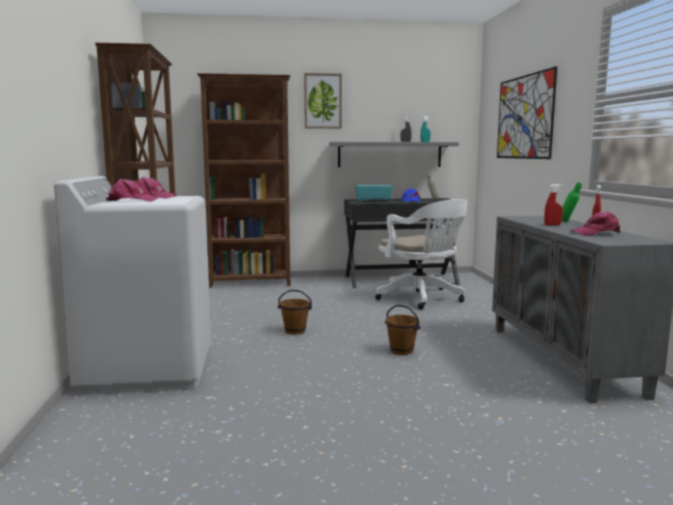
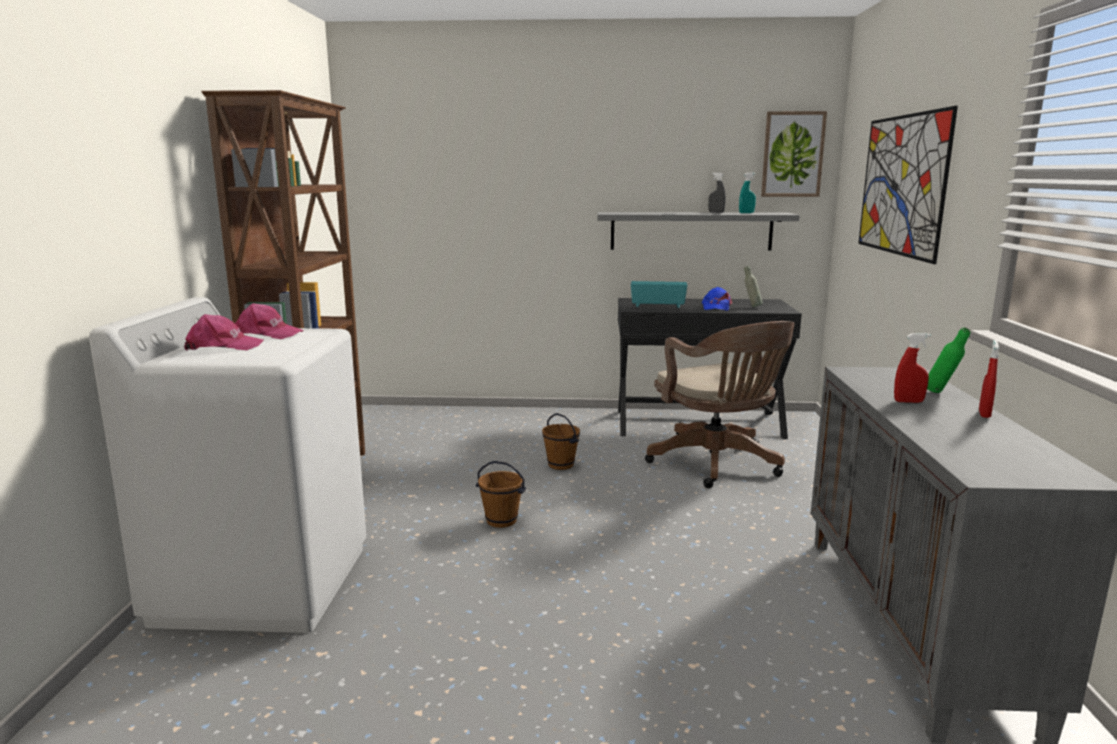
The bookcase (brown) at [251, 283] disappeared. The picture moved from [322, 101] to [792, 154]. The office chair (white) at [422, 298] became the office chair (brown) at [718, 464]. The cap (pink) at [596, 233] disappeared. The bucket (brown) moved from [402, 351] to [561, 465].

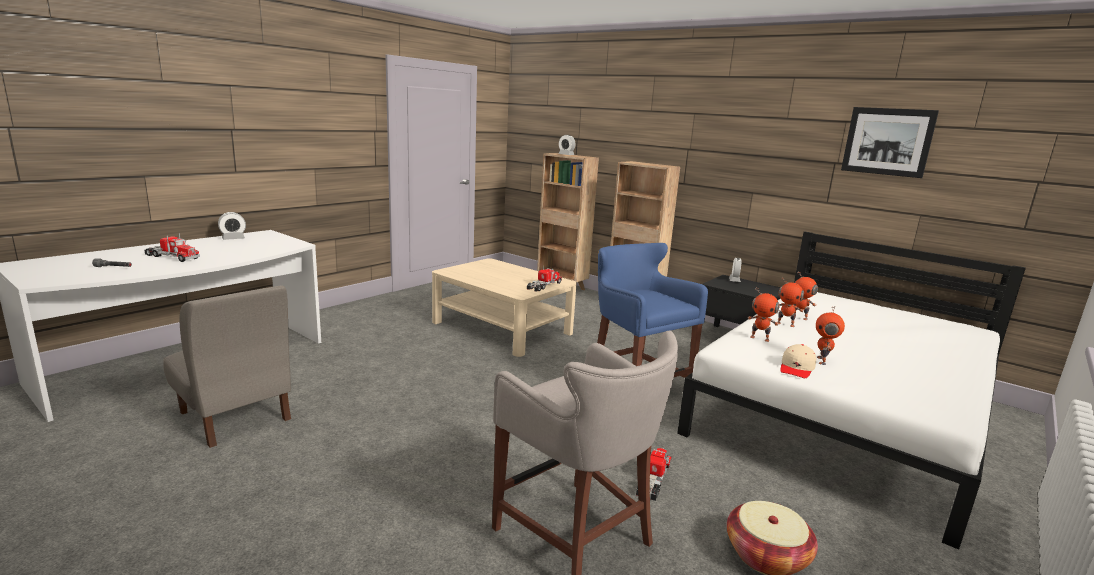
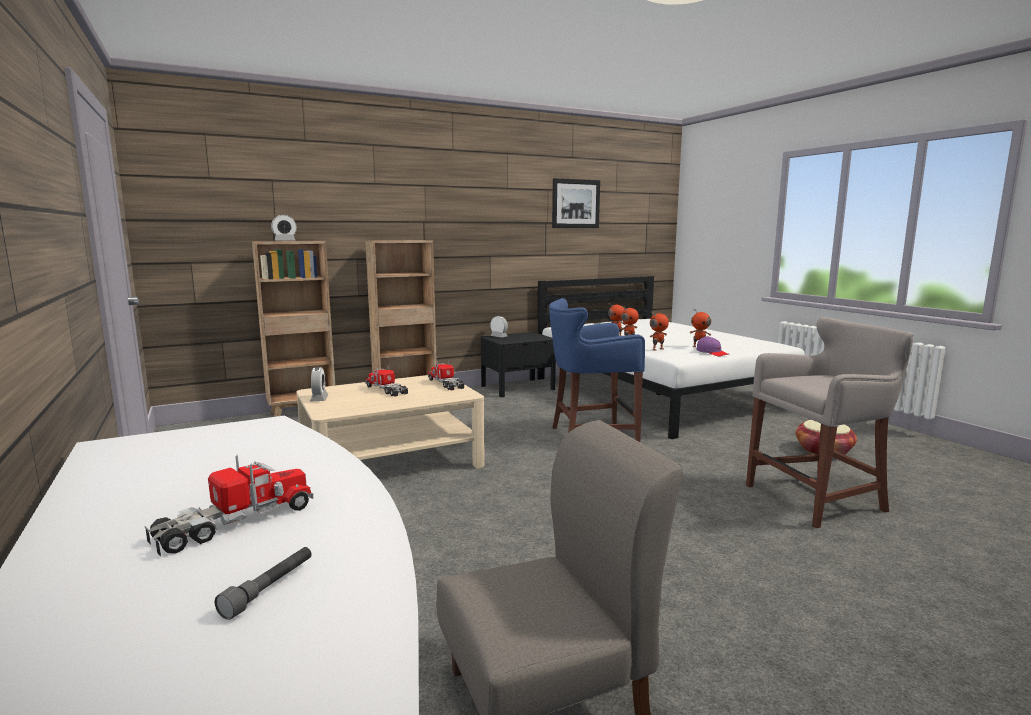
The alarm clock moved from [233, 238] to [319, 399]. The cap (beige) at [797, 368] became the cap (purple) at [712, 353]. The toy truck moved from [653, 479] to [386, 390].

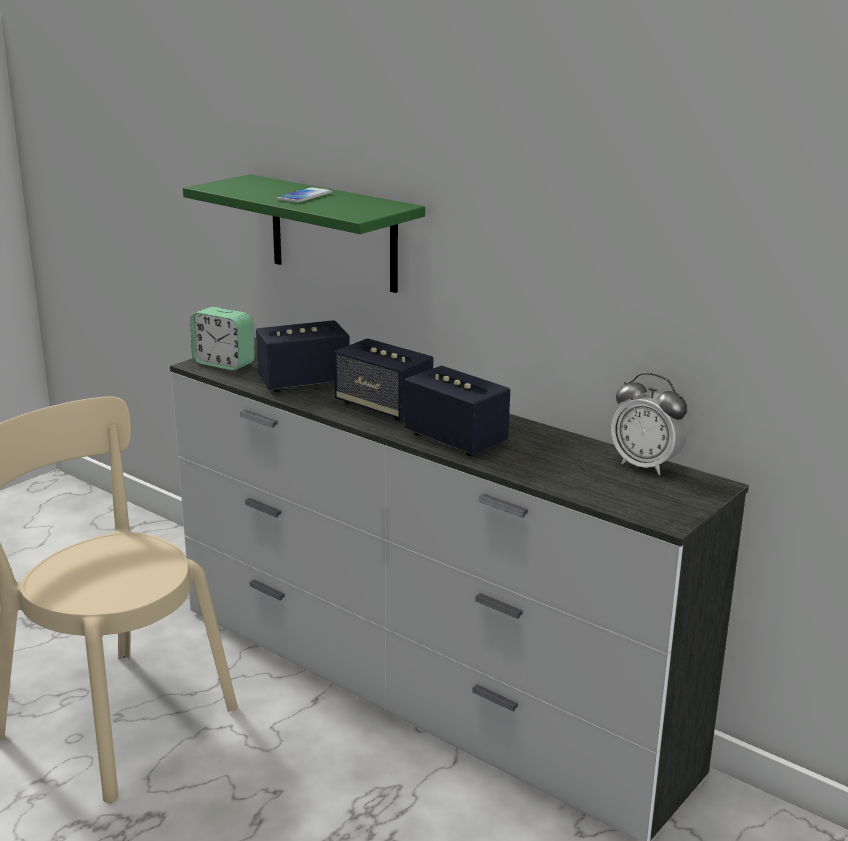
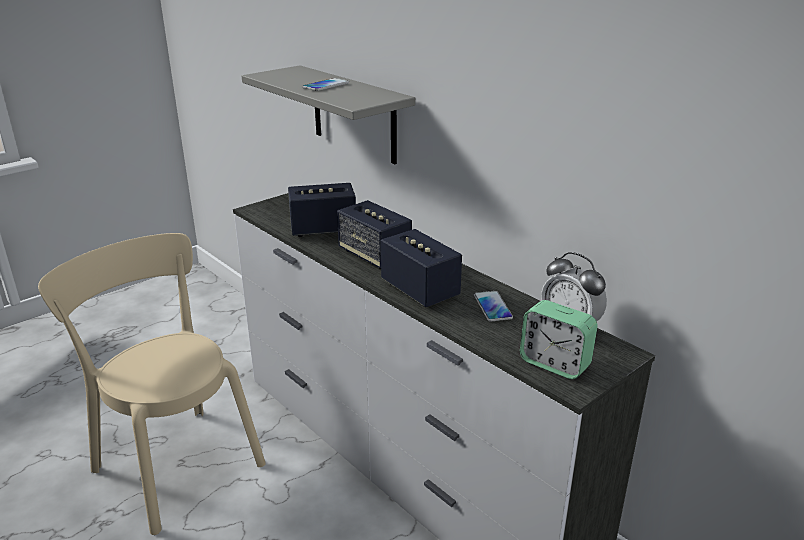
The shelf (green) at [333, 233] became the shelf (grey) at [354, 114]. The alarm clock moved from [224, 364] to [554, 364]. The phone at [492, 307] appeared.

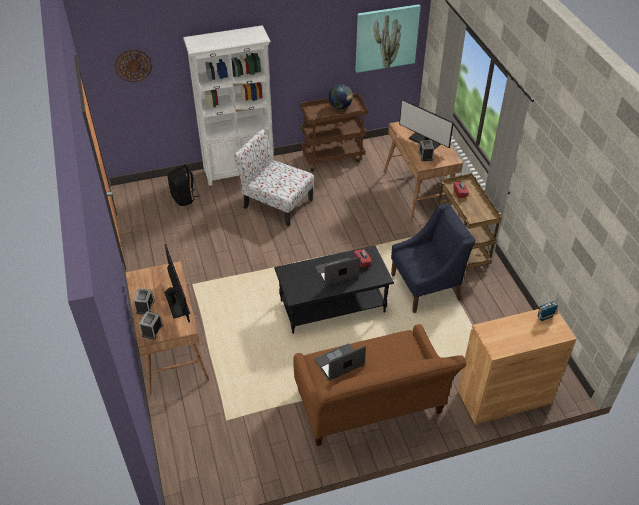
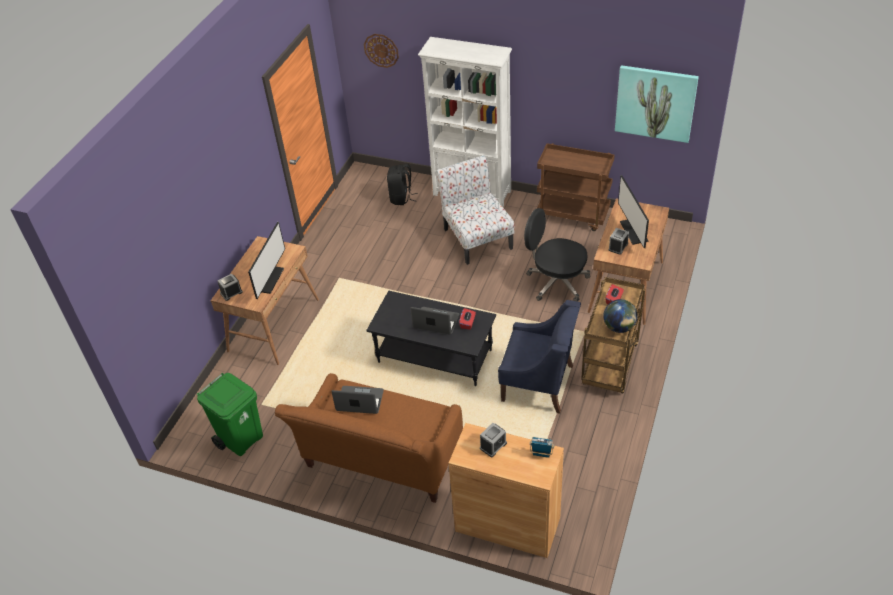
The globe moved from [340, 107] to [619, 327]. The alarm clock moved from [145, 306] to [493, 445]. The office chair (black) at [556, 282] appeared. The trash can (green) at [242, 439] appeared.

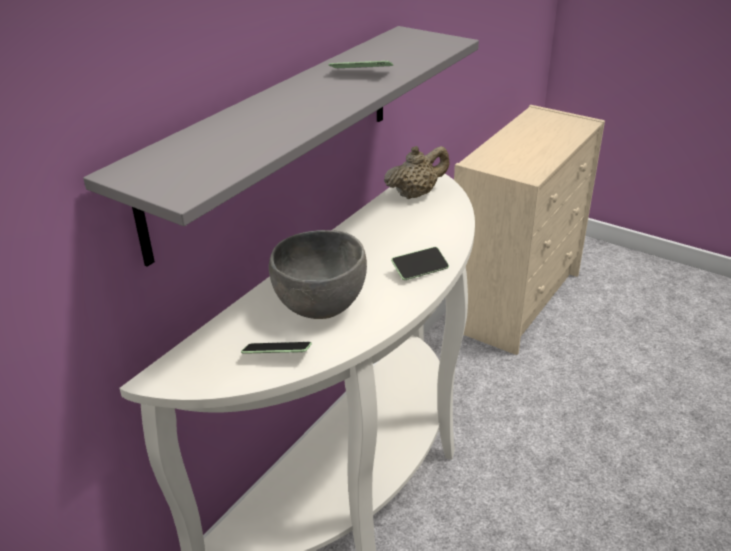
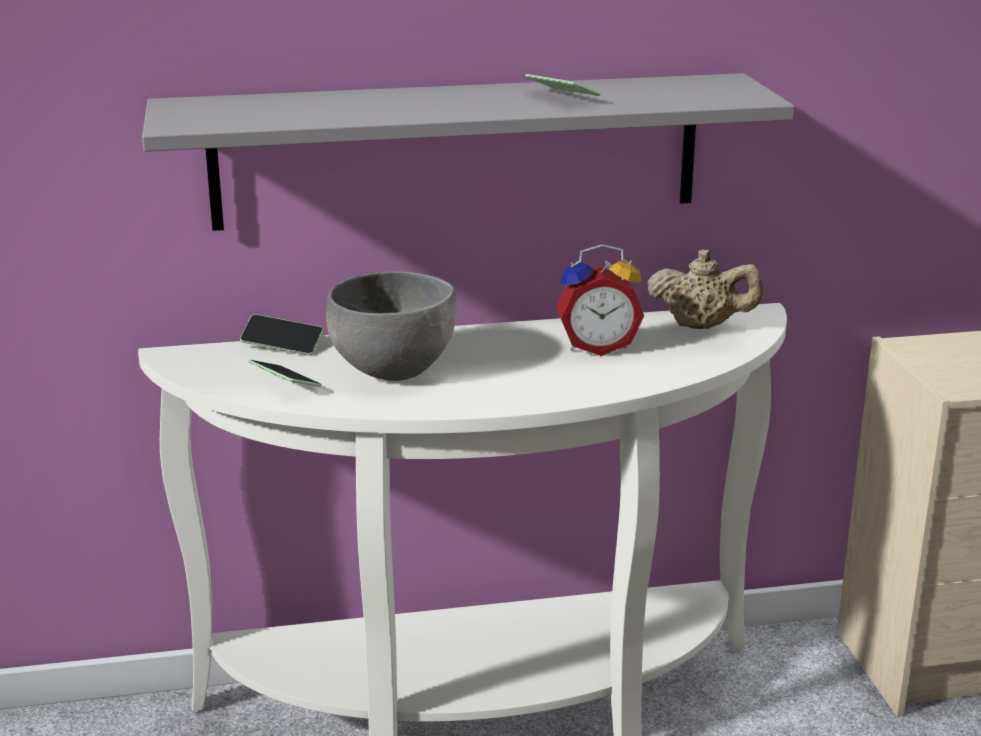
The phone moved from [420, 270] to [282, 345]. The alarm clock at [597, 347] appeared.

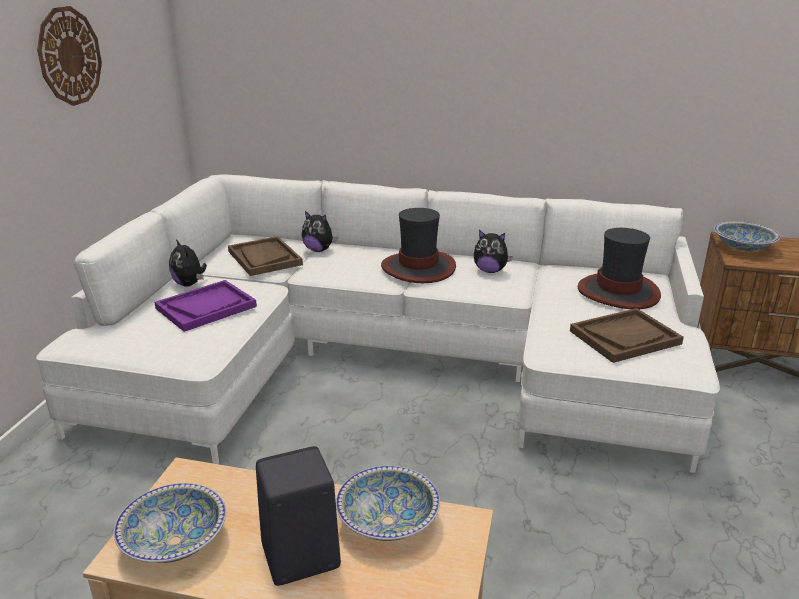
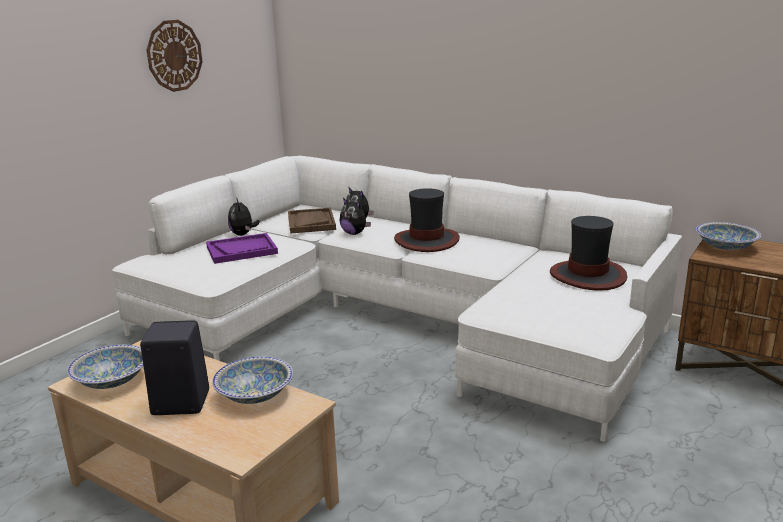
The plush toy moved from [490, 271] to [354, 233]. The tray (brown) at [625, 337] disappeared.

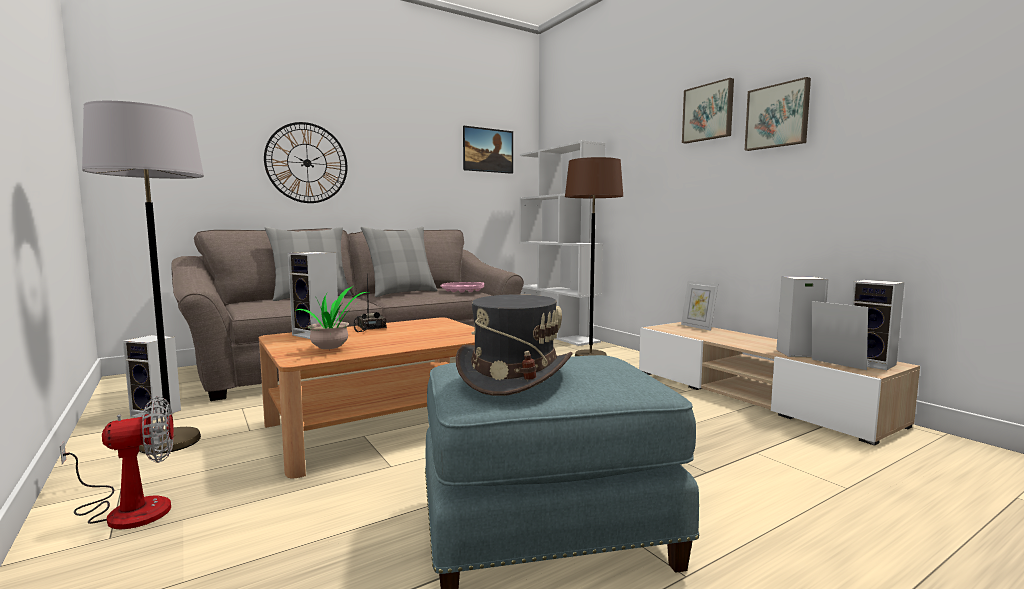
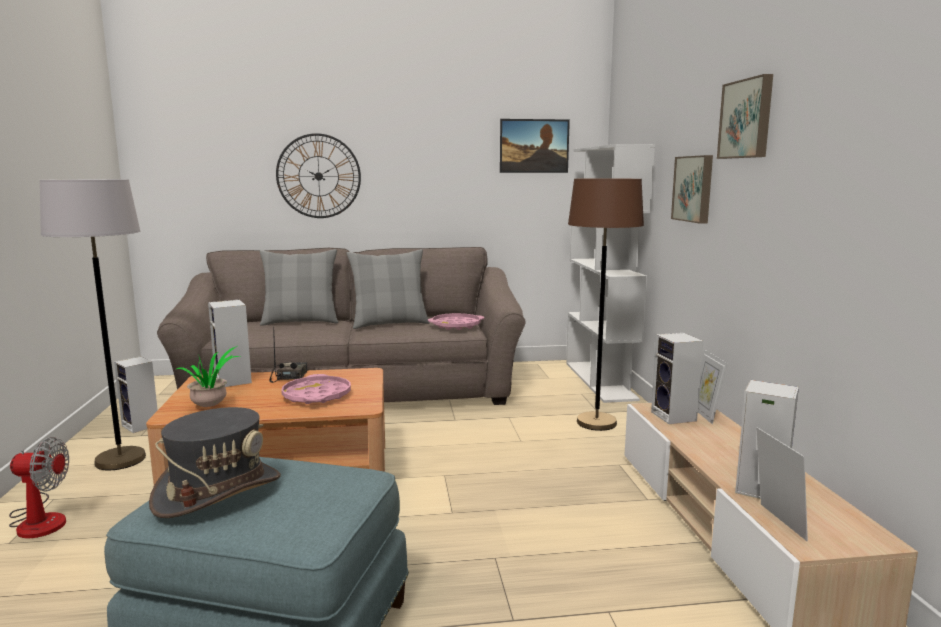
The picture moved from [778, 116] to [694, 189]. The speaker moved from [873, 364] to [675, 417]. The tray (pink) at [316, 396] appeared.

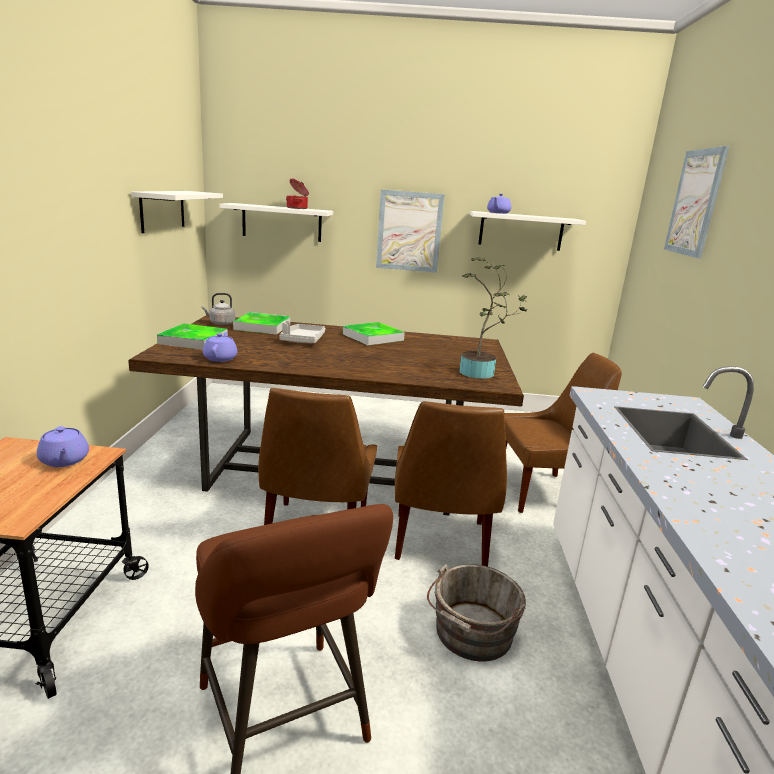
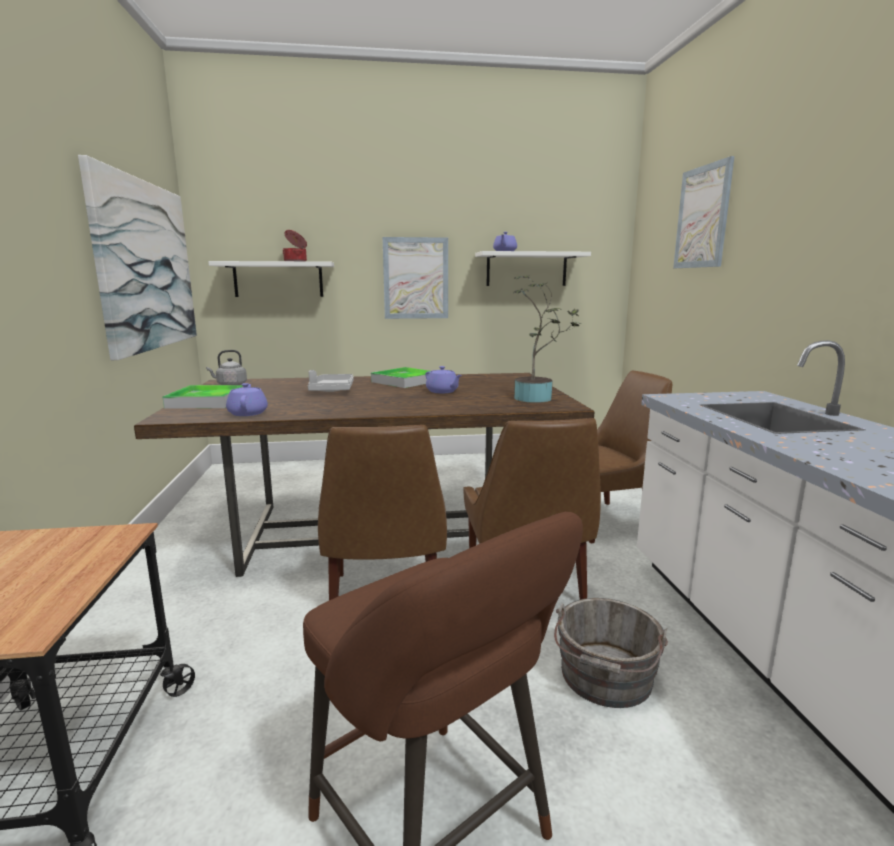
The shelf (white) at [162, 210] was replaced by the picture at [147, 265]. The tray at [262, 327] disappeared. The teapot (purple) moved from [64, 460] to [442, 391].

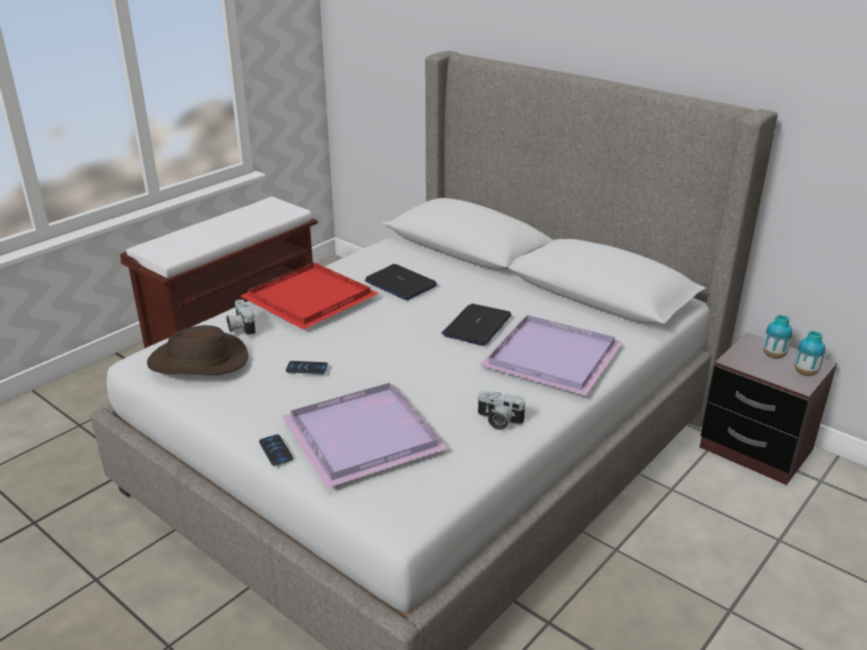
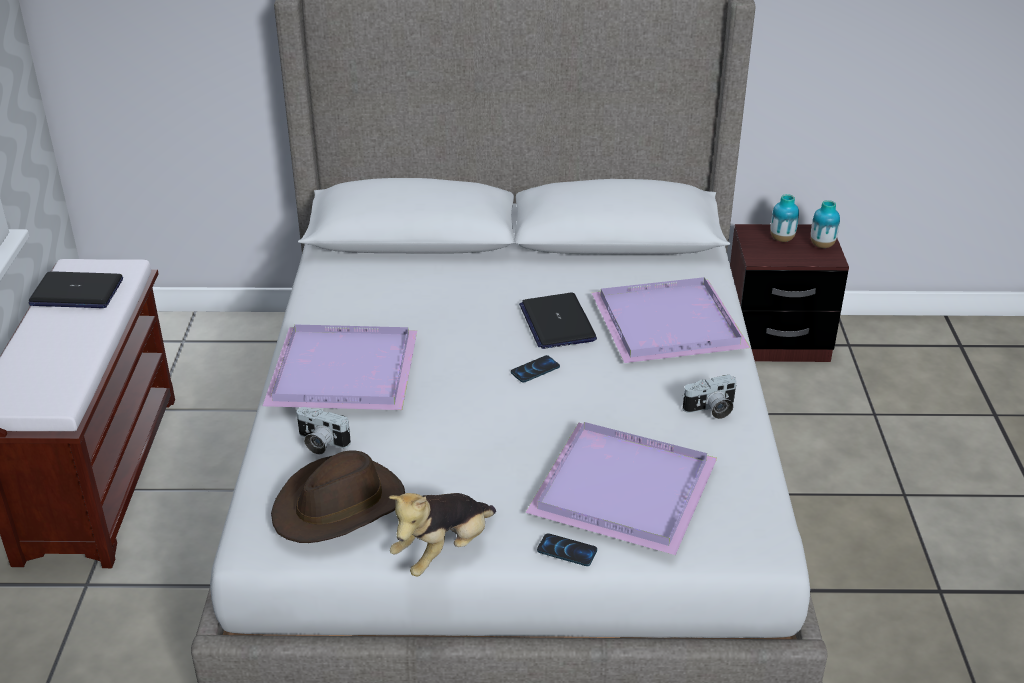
The tray (red) at [309, 300] became the tray (purple) at [345, 373]. The laptop moved from [400, 284] to [76, 292]. The phone moved from [307, 368] to [535, 370]. The plush toy at [443, 551] appeared.

